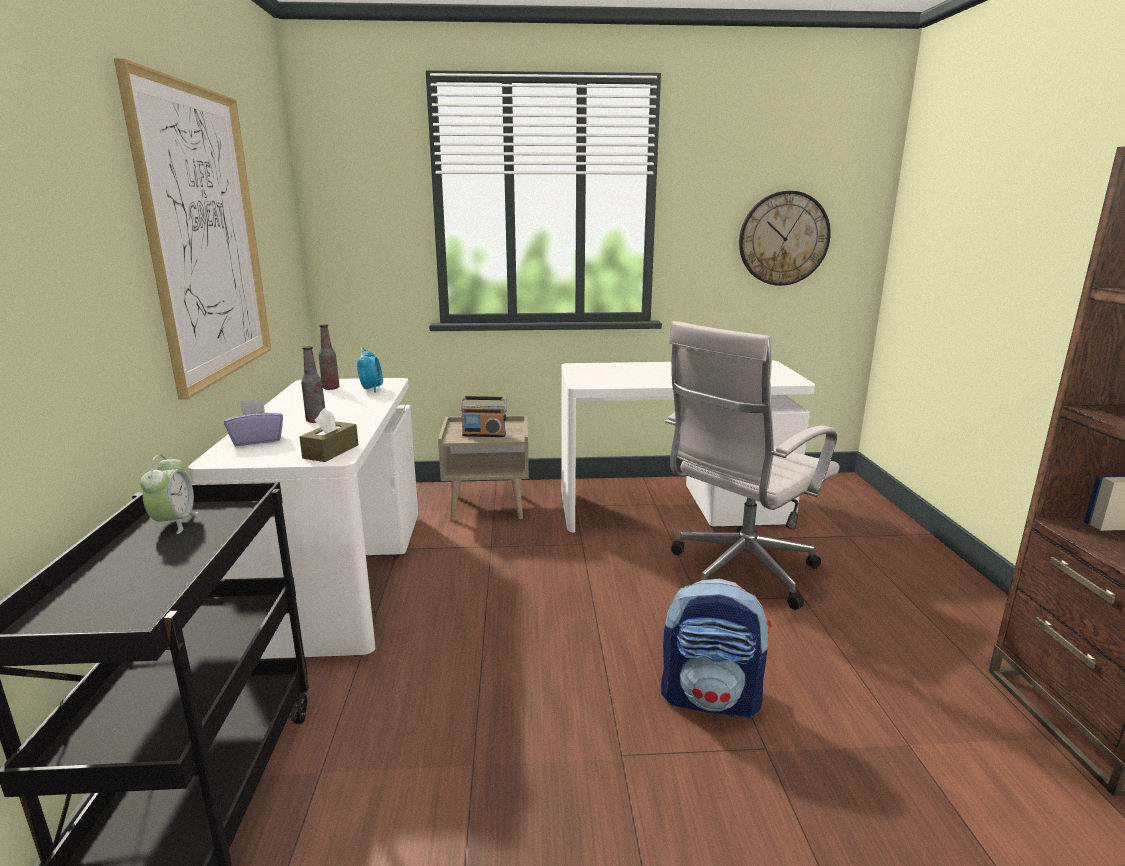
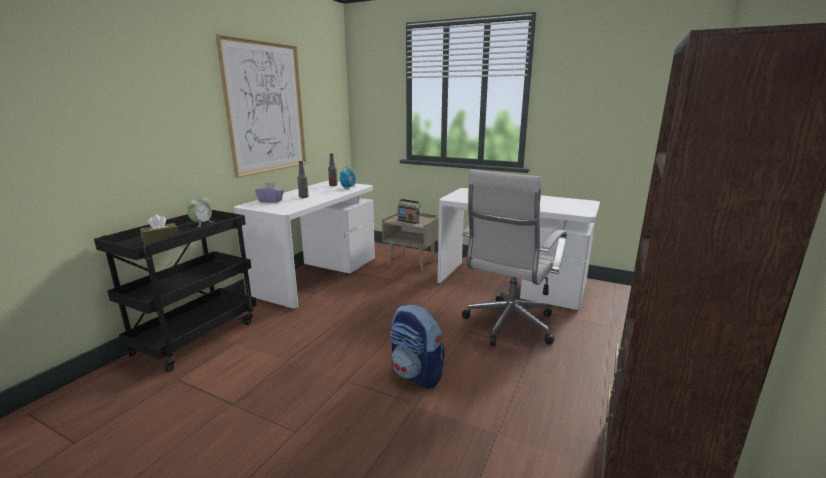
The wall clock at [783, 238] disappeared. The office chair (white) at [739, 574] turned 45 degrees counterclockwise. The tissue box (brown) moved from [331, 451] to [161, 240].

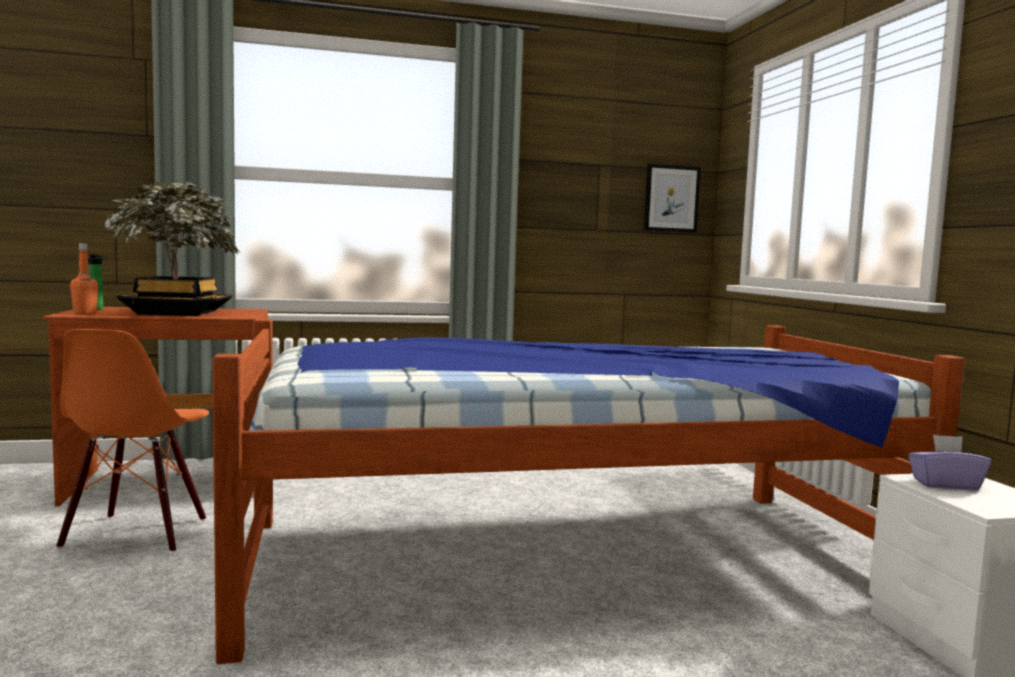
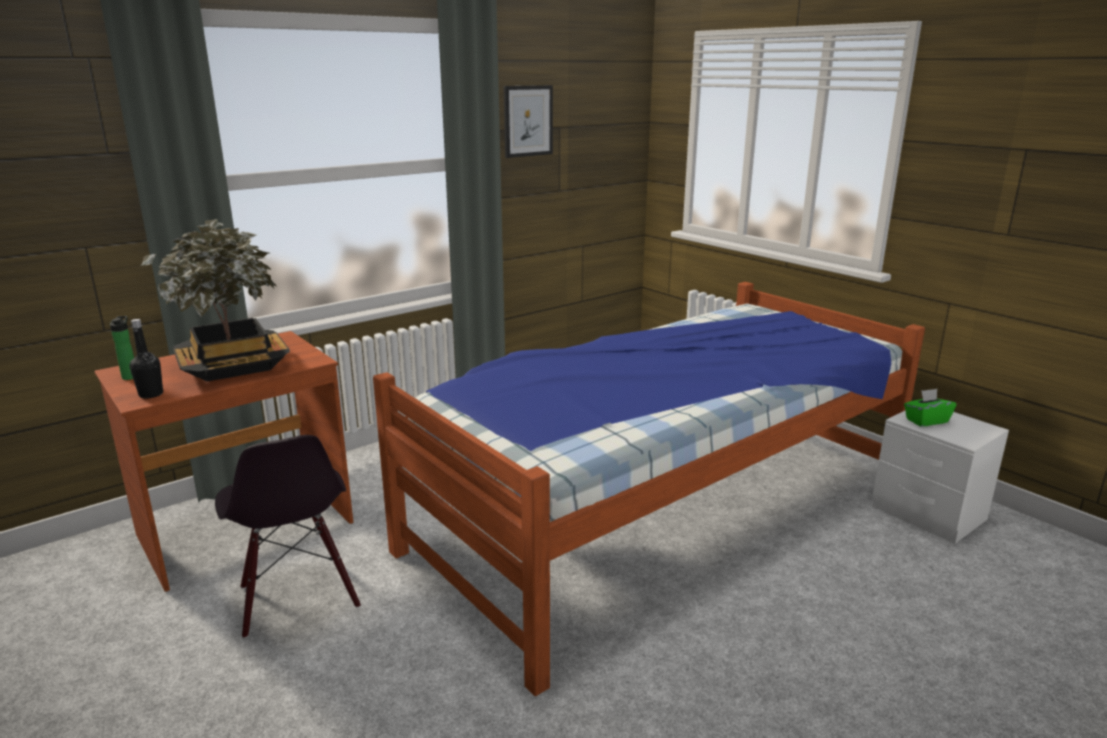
The picture moved from [671, 198] to [528, 121]. The bottle (orange) at [85, 314] became the bottle (black) at [151, 394]. The chair (orange) at [137, 533] became the chair (black) at [297, 598]. The tissue box (purple) at [945, 484] became the tissue box (green) at [926, 421].

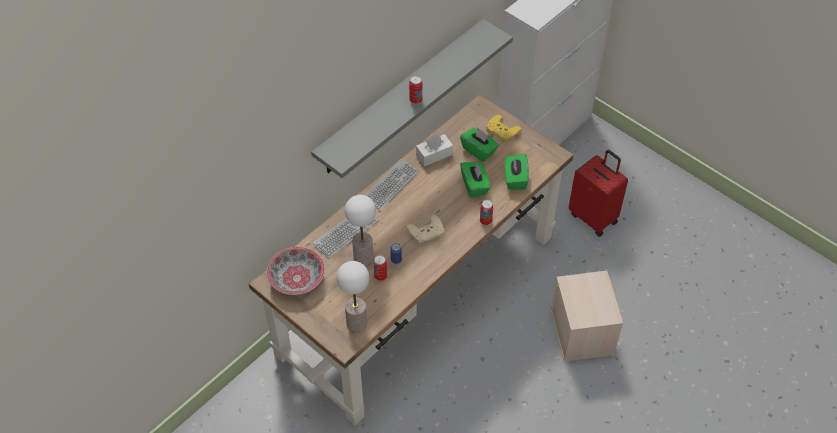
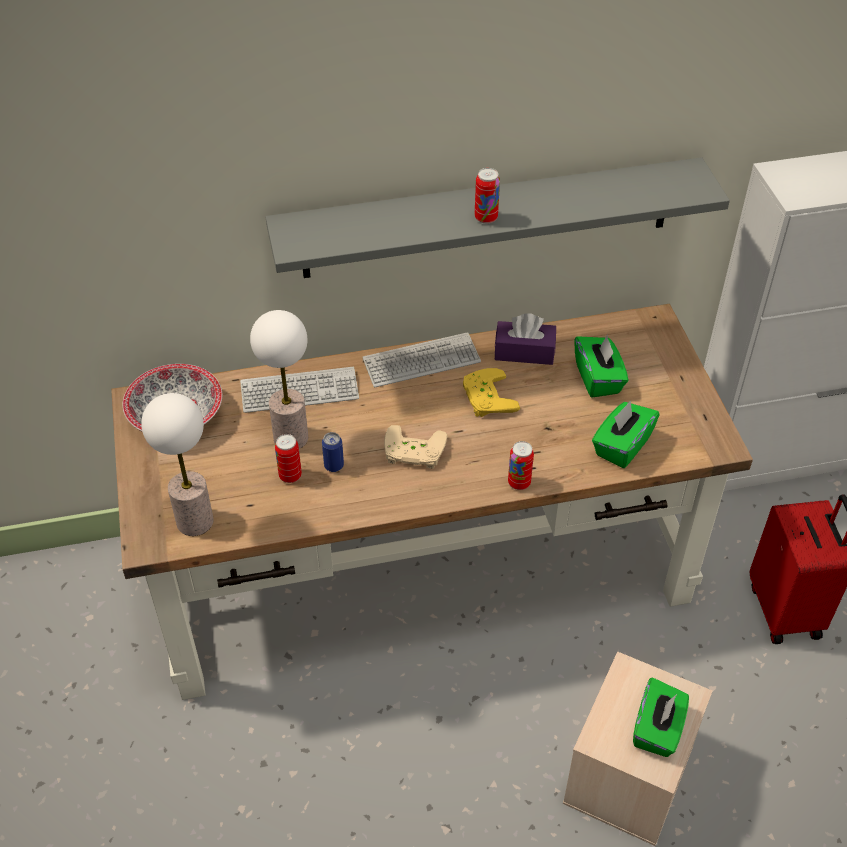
The game controller (yellow) moved from [501, 131] to [485, 397]. The tissue box (white) at [434, 154] became the tissue box (purple) at [524, 352]. The tissue box (green) moved from [474, 185] to [657, 730].

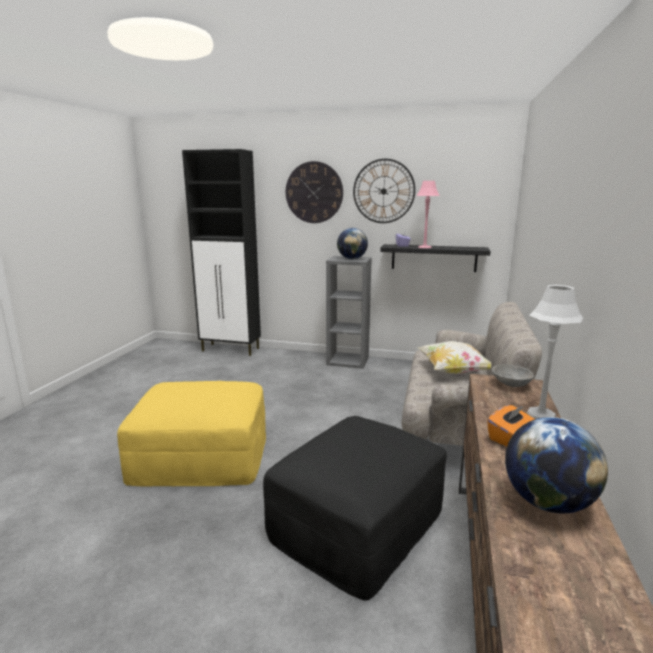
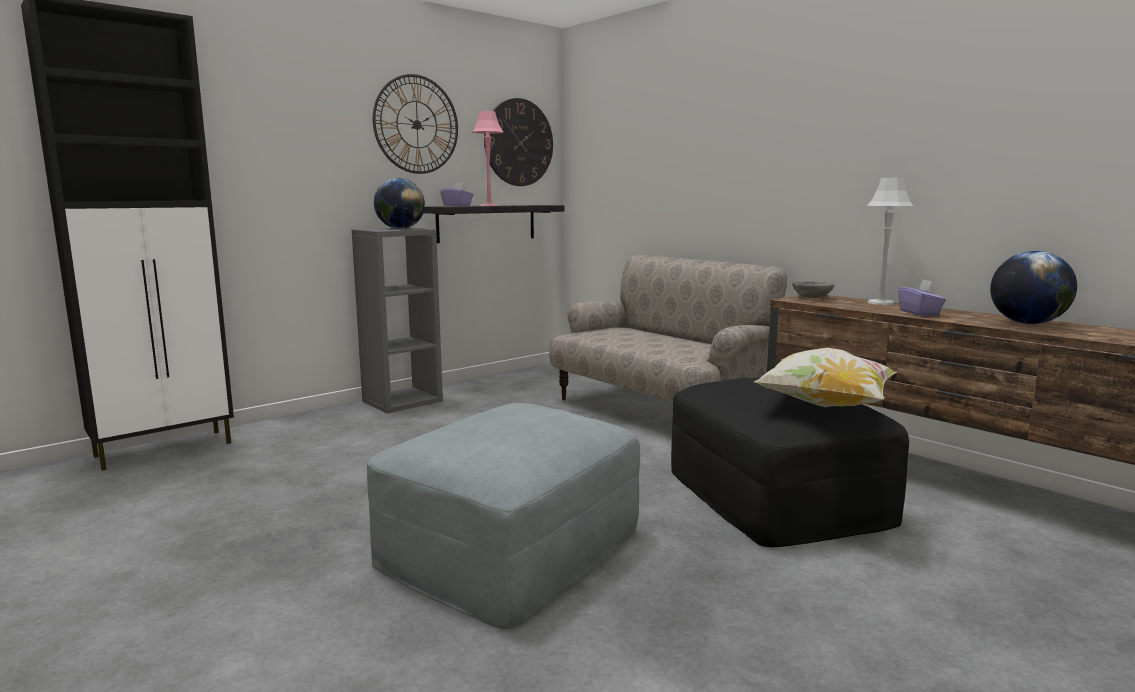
The wall clock moved from [314, 192] to [519, 142]. The pillow moved from [453, 371] to [825, 405]. The ottoman (yellow) at [201, 456] became the ottoman (grey) at [510, 547]. The tissue box (orange) at [509, 438] became the tissue box (purple) at [919, 313].

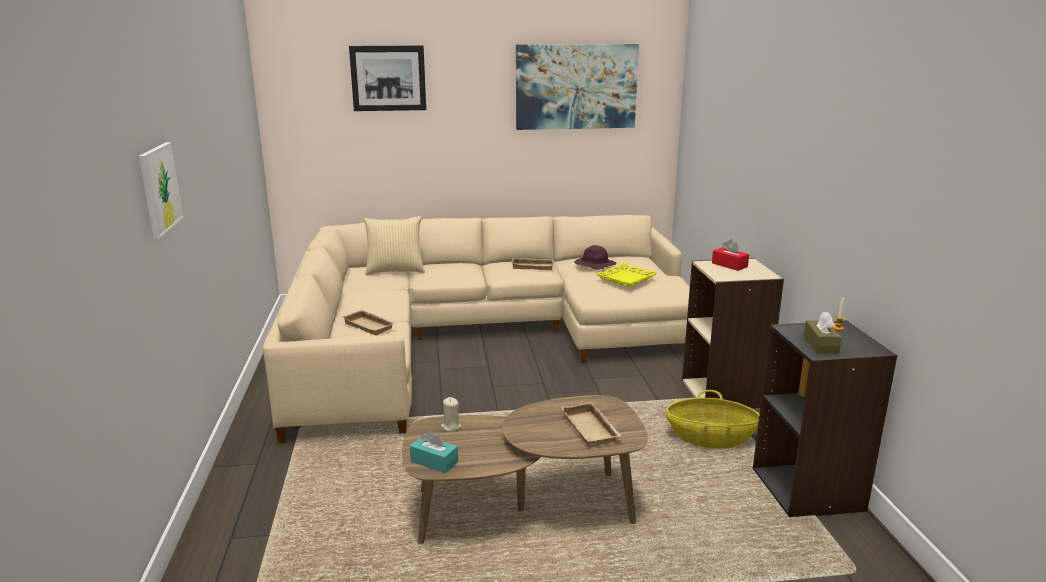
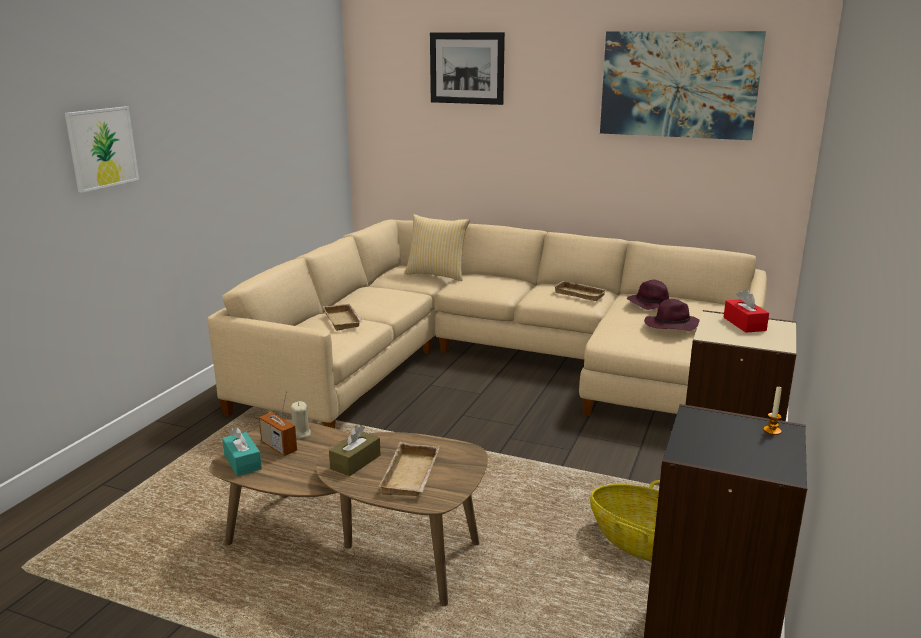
The tray (yellow) at [626, 279] was replaced by the hat (purple) at [671, 326]. The tissue box (brown) moved from [820, 345] to [355, 462]. The radio at [279, 447] appeared.

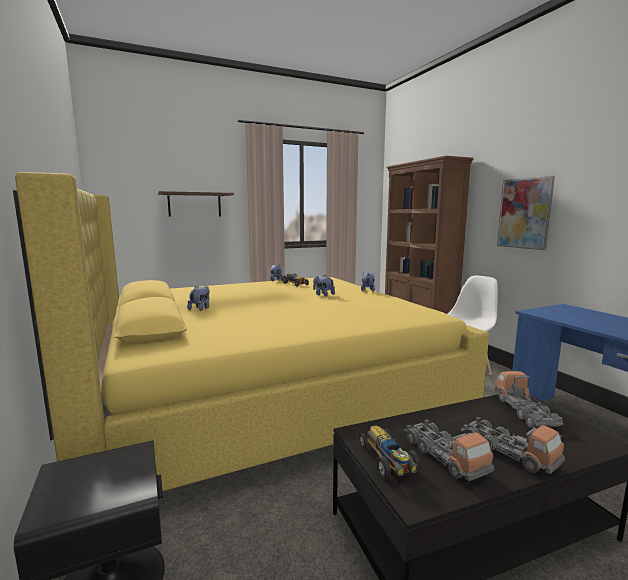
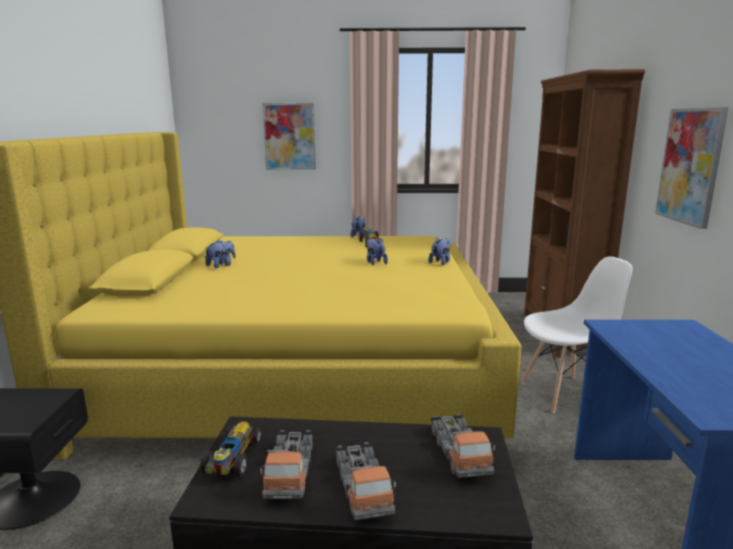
The shelf (brown) at [194, 204] was replaced by the picture at [289, 136]. The toy truck at [524, 411] turned 150 degrees clockwise.

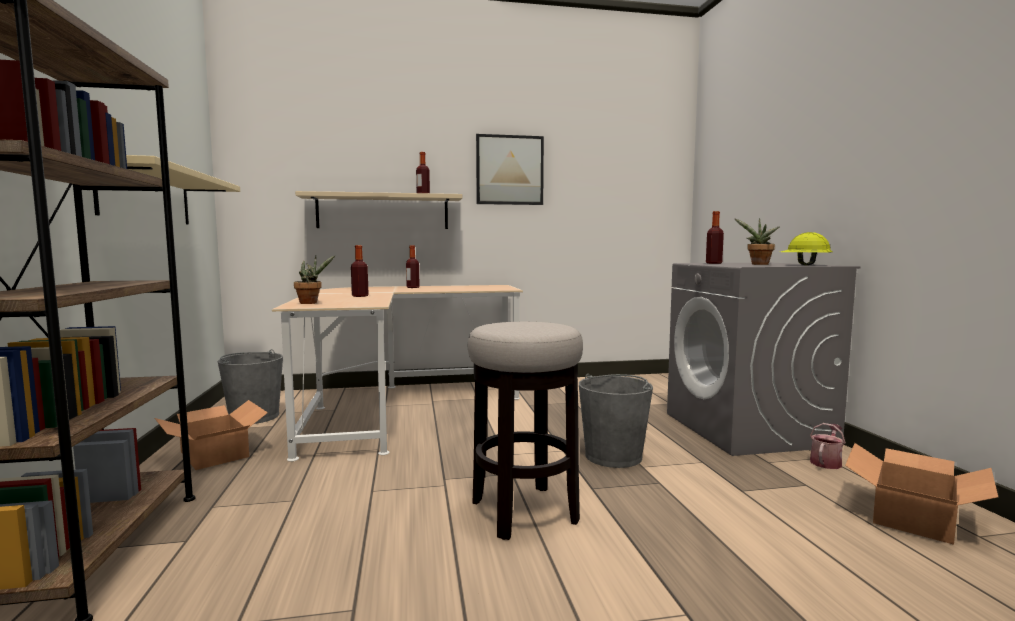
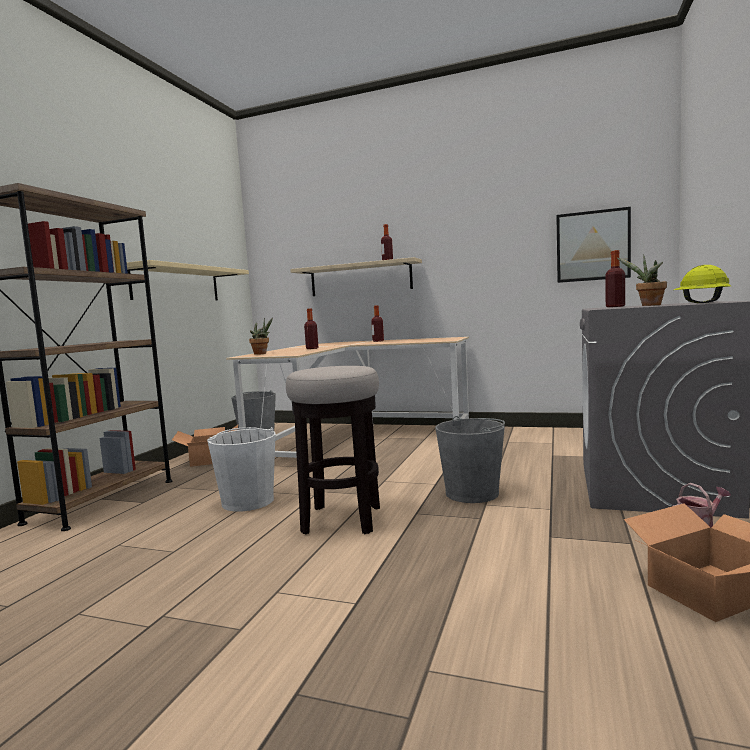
The picture moved from [509, 170] to [592, 246]. The bucket (white) at [248, 501] appeared.

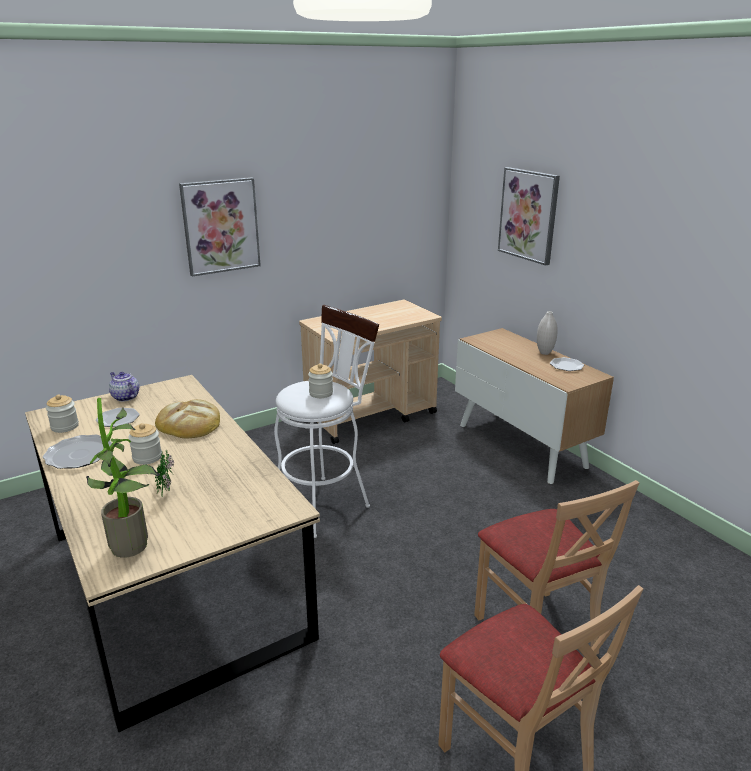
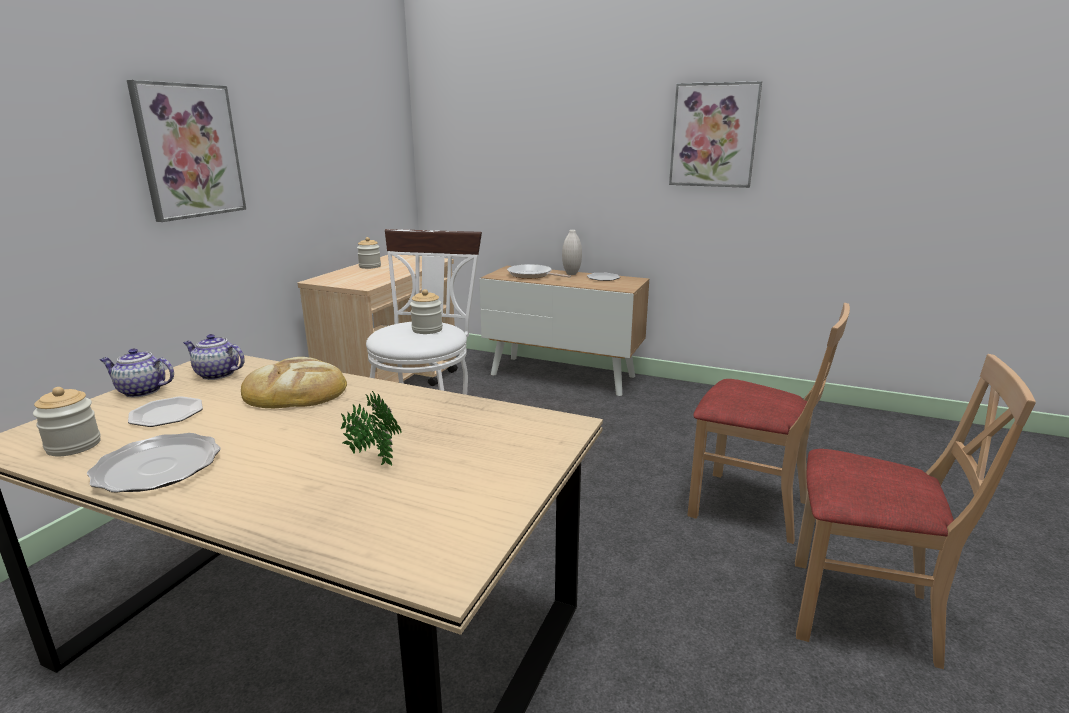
The picture moved from [528, 215] to [714, 135]. The potted plant at [135, 546] disappeared. The jar moved from [147, 457] to [370, 266]. The frying pan at [532, 275] appeared. The teapot at [216, 374] appeared.

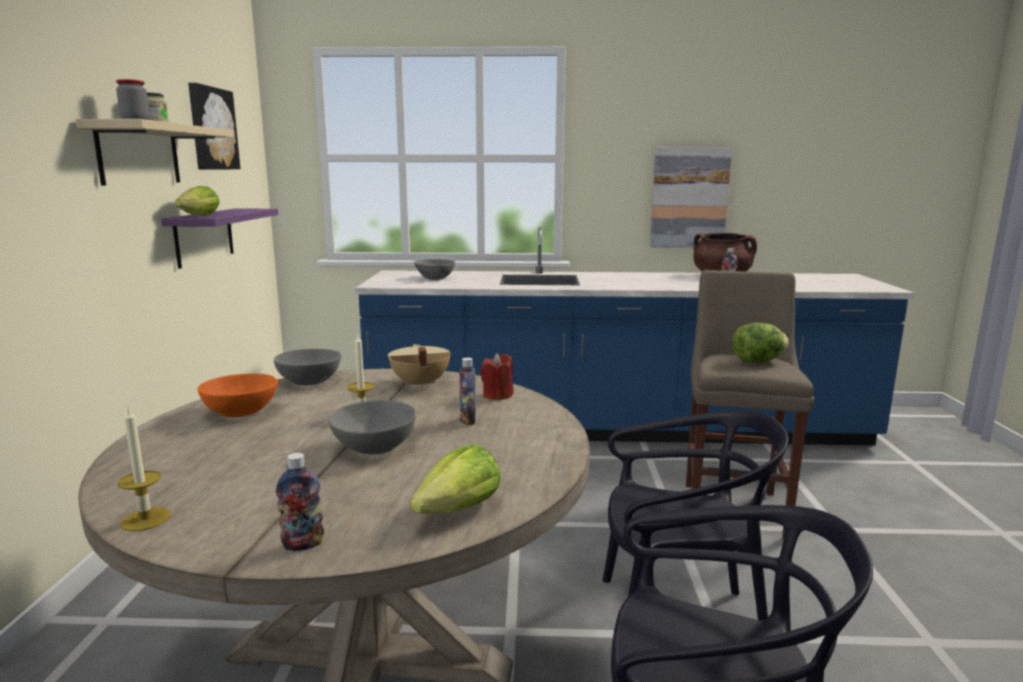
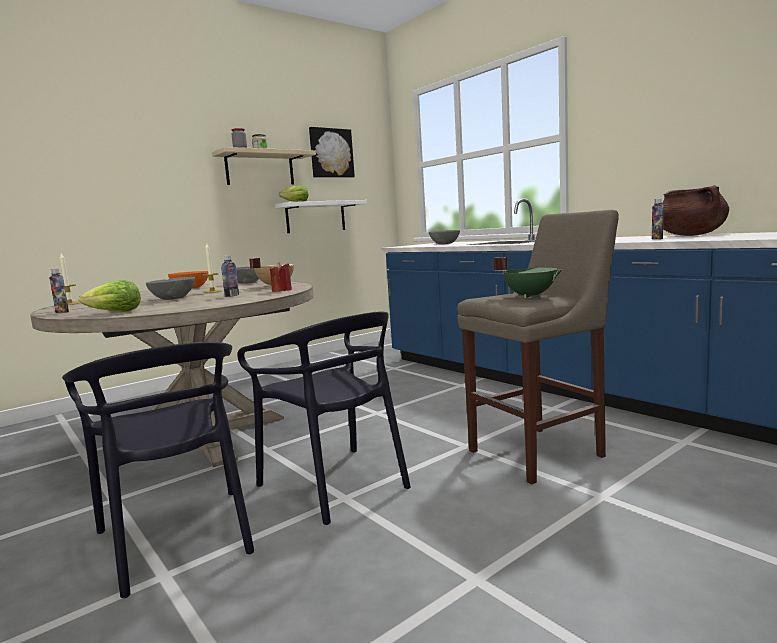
The picture at [689, 198] disappeared. The shelf (purple) at [204, 236] became the shelf (white) at [315, 217]. The lettuce at [757, 361] was replaced by the cooking pot (green) at [530, 296].

